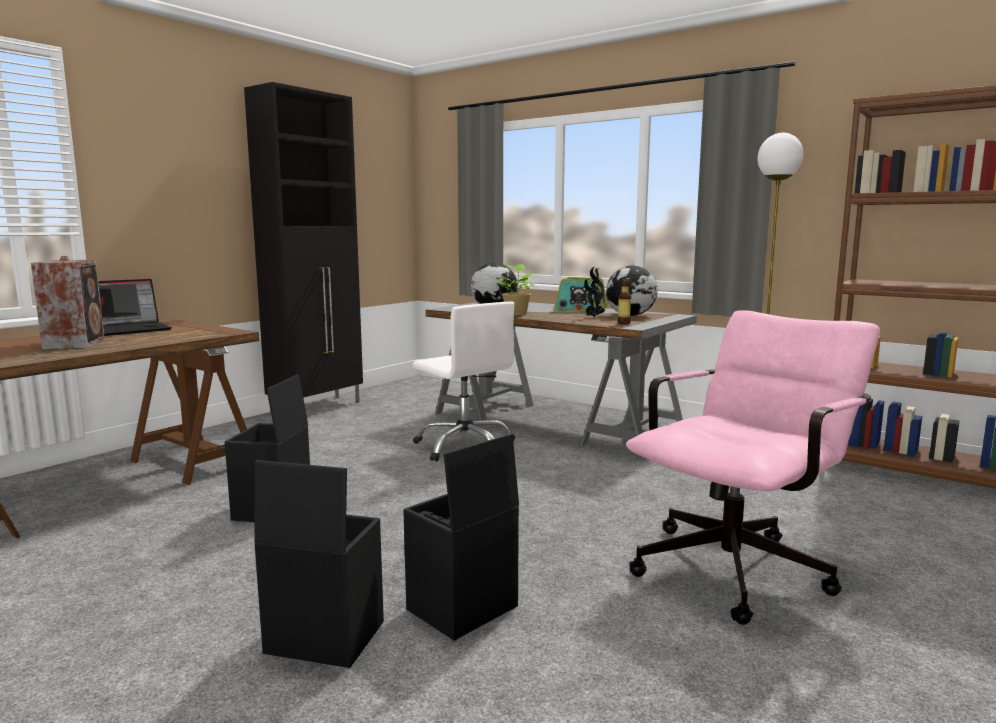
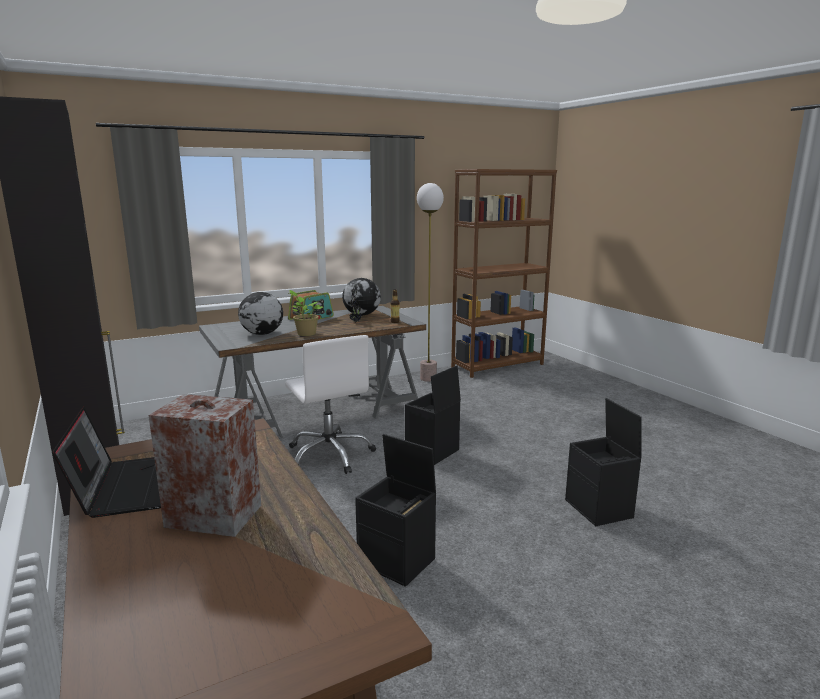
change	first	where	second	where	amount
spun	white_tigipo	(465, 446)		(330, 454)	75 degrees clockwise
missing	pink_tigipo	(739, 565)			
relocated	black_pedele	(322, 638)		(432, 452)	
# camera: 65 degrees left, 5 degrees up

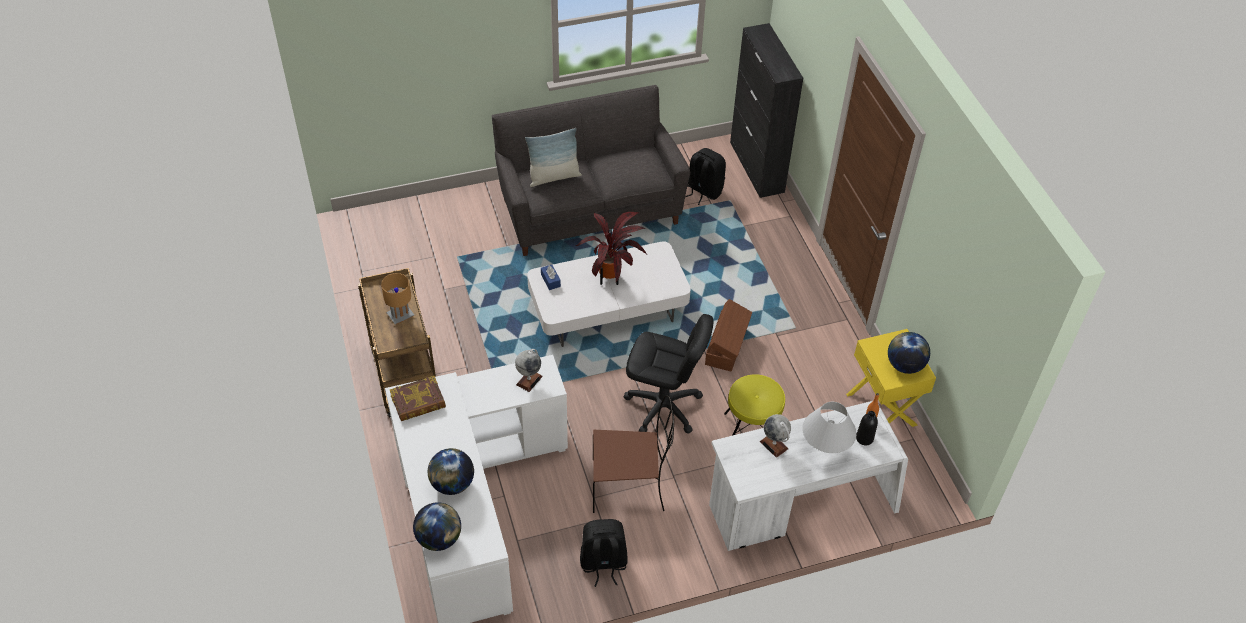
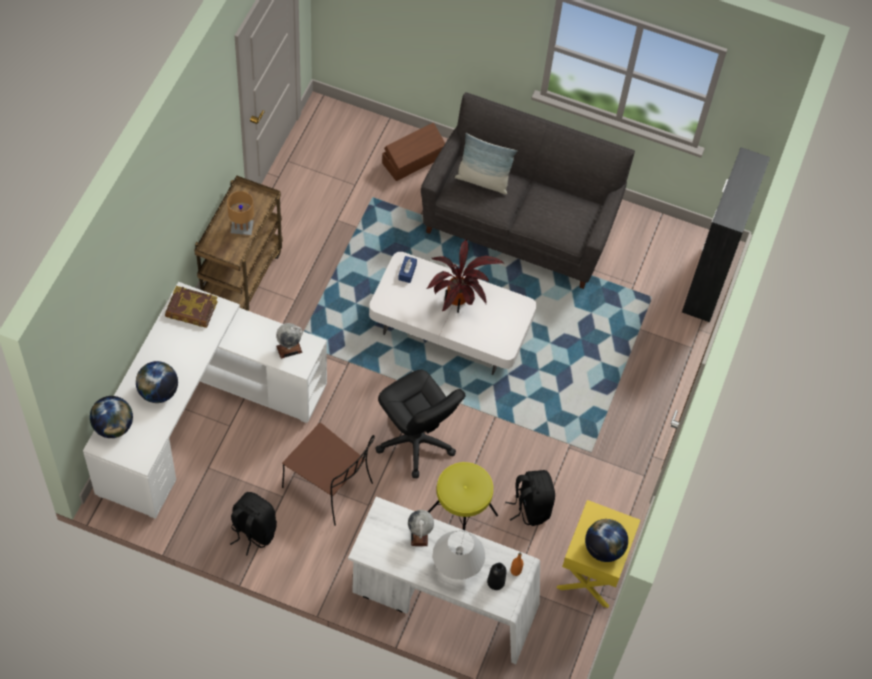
change	first	where	second	where	amount
relocated	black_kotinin	(703, 191)		(530, 507)	
relocated	brown_pedele	(726, 346)		(413, 161)	
# camera: 35 degrees right, 10 degrees up

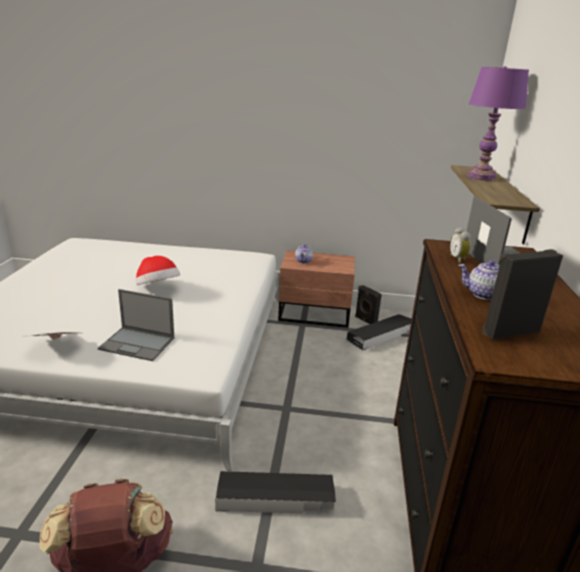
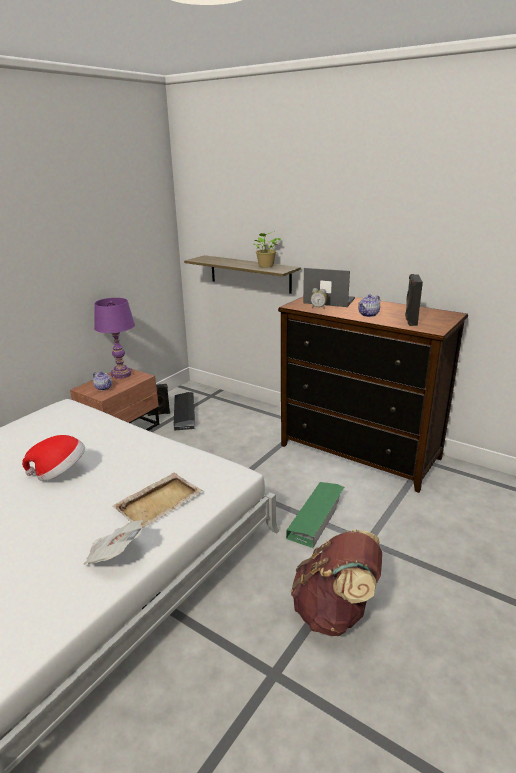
change	first	where	second	where	amount
relocated	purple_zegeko	(481, 177)		(121, 374)	
exchanged	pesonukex	(138, 344)	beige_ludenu	(159, 501)	
colour	black_pedele	(276, 498)	green_pedele	(316, 517)	
appeared			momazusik	(266, 266)	
# camera: 60 degrees left, 0 degrees up

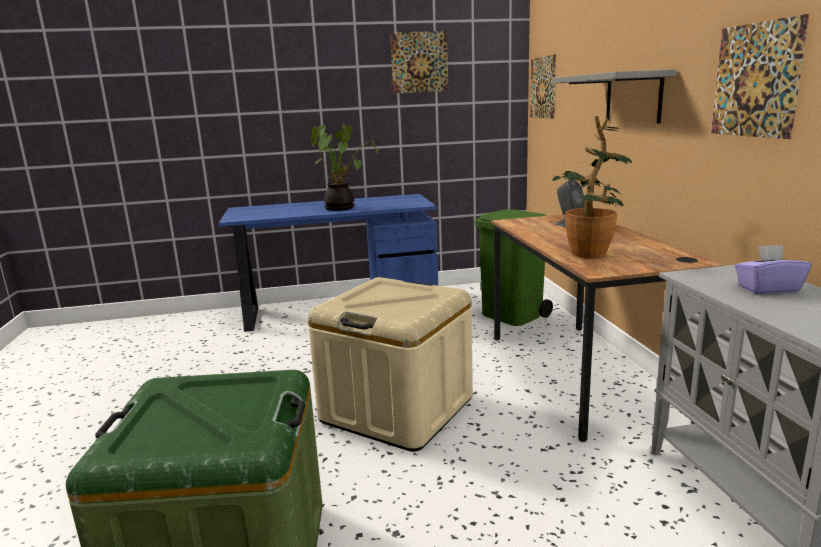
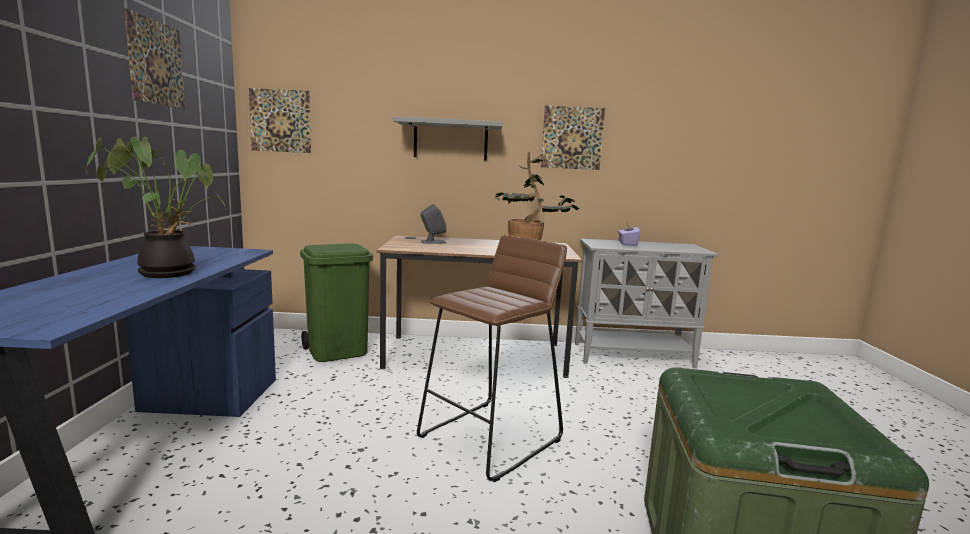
change	first	where	second	where	amount
exchanged	beige_pedele	(397, 409)	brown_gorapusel	(491, 438)	
# camera: 80 degrees left, 5 degrees down

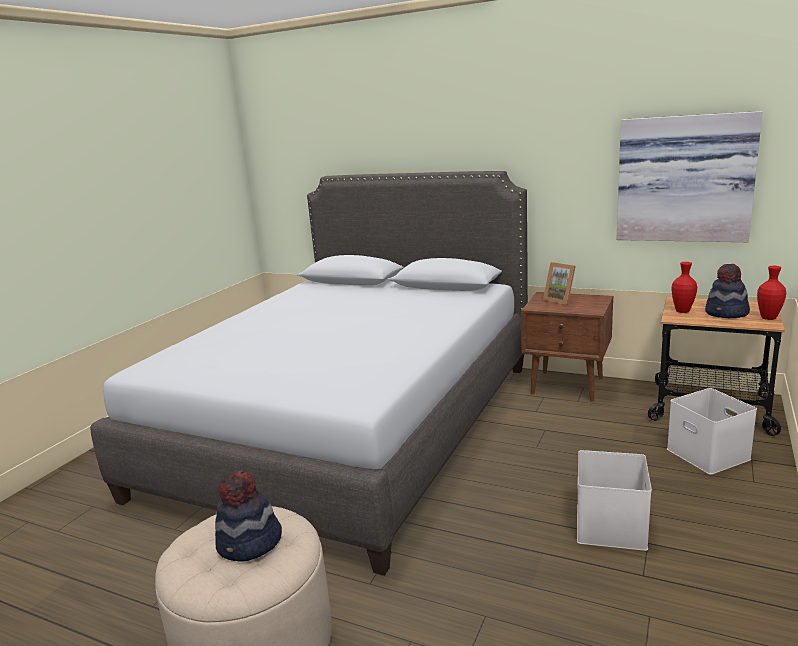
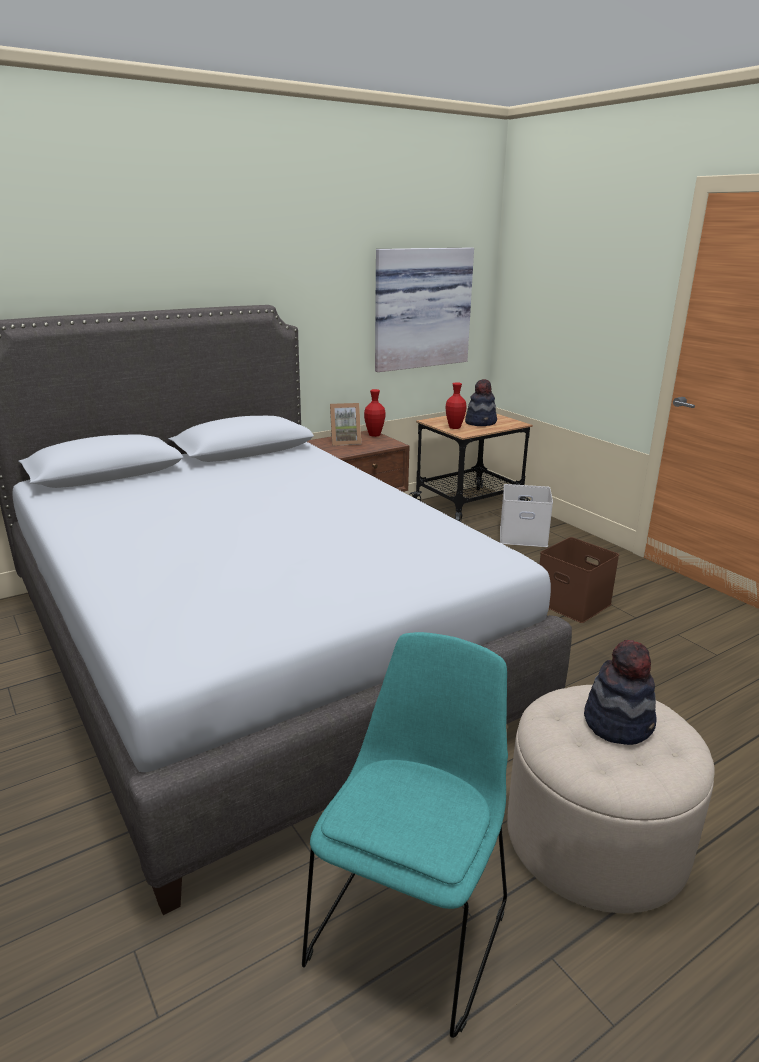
change	first	where	second	where	amount
relocated	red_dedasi	(768, 318)		(374, 435)	
colour	white_pedele	(612, 527)	brown_pedele	(574, 603)	
appeared			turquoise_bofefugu	(410, 926)	
# camera: 60 degrees left, 5 degrees up

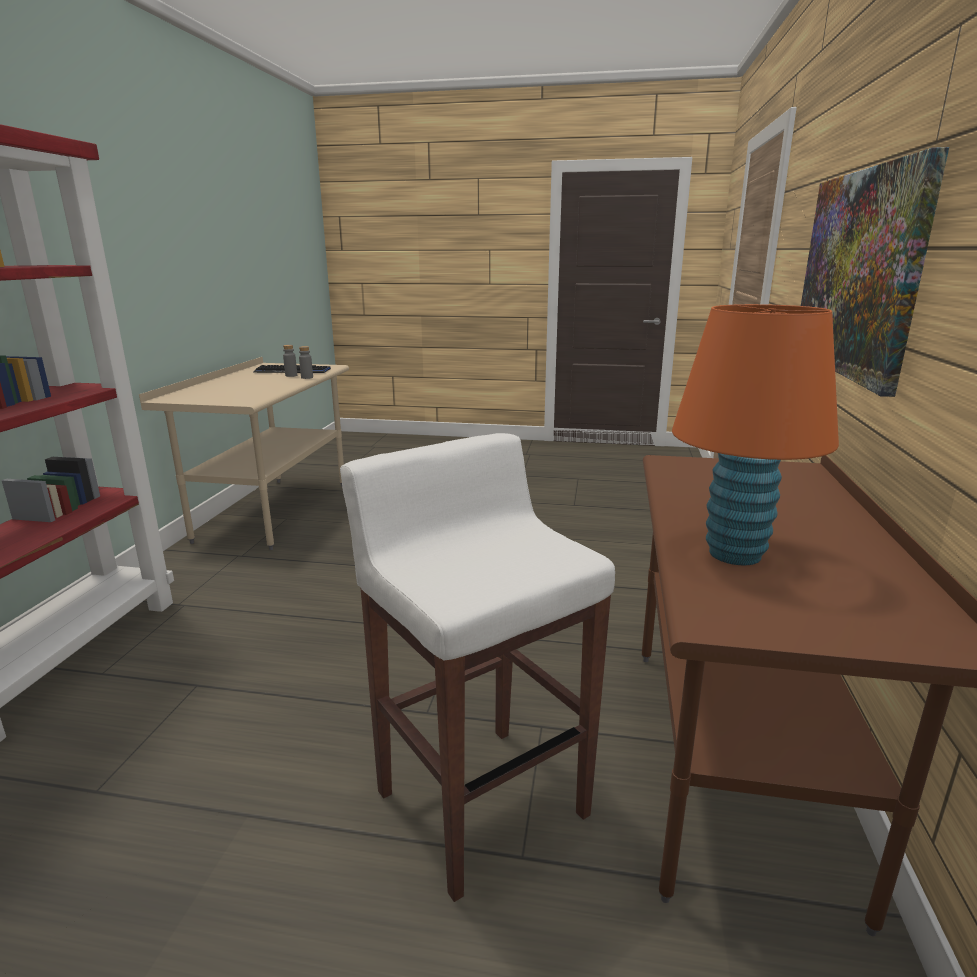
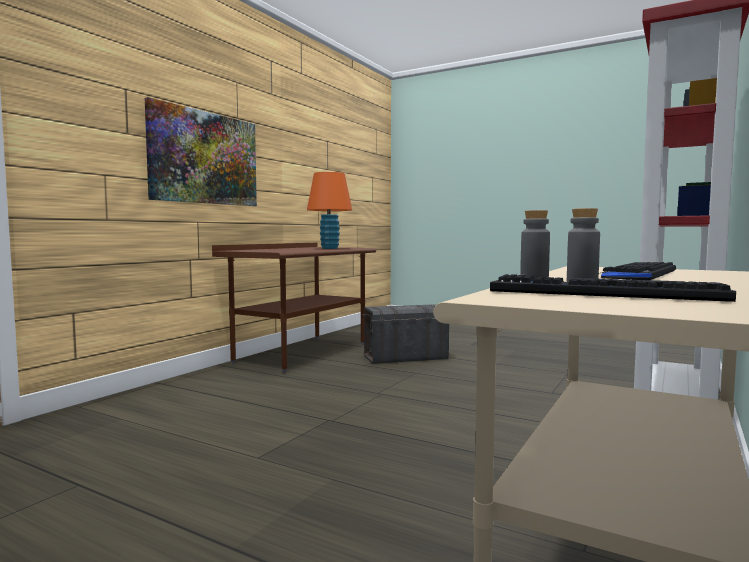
change	first	where	second	where	amount
exchanged	white_gorapusel	(480, 801)	grey_pedele	(405, 357)	
appeared			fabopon	(638, 274)	
# camera: 160 degrees left, 15 degrees down

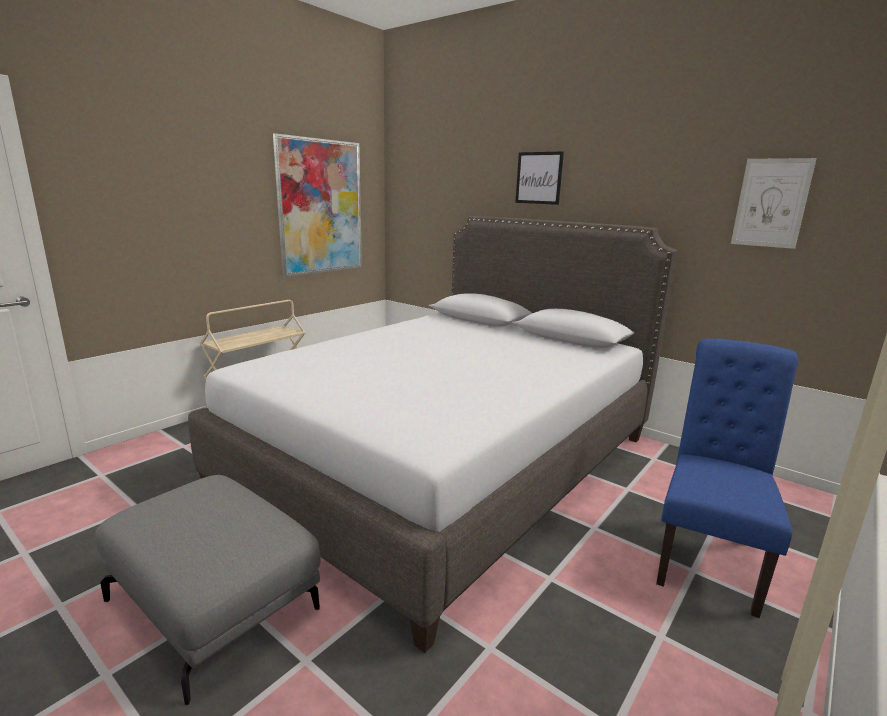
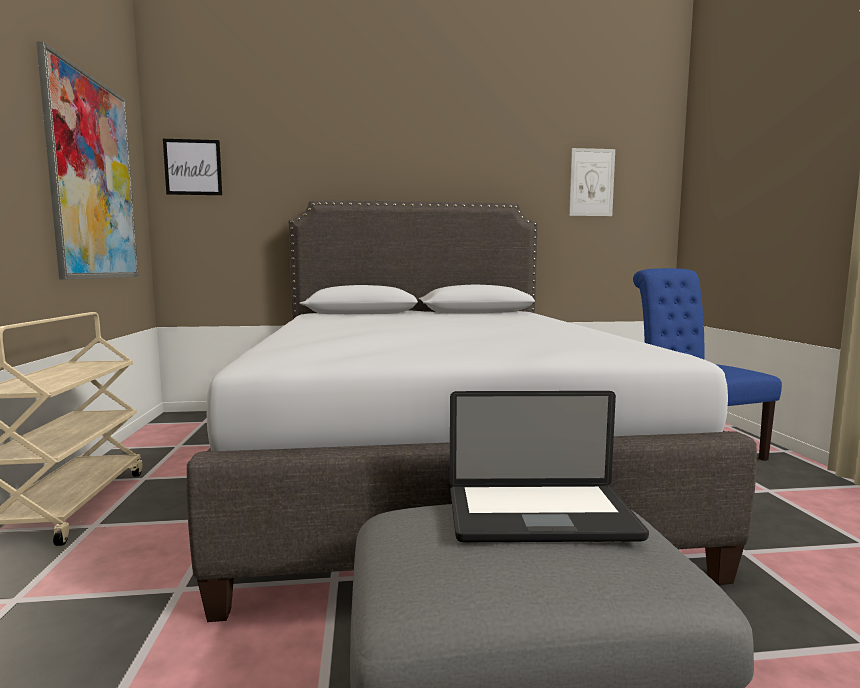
change	first	where	second	where	amount
relocated	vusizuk	(539, 178)		(193, 167)	
appeared			pesonukex	(540, 516)	
# camera: 45 degrees left, 10 degrees down

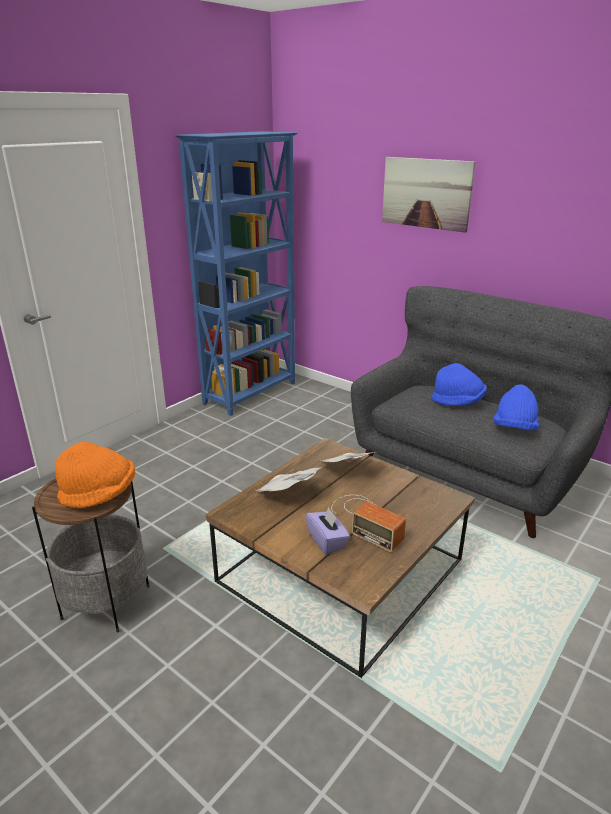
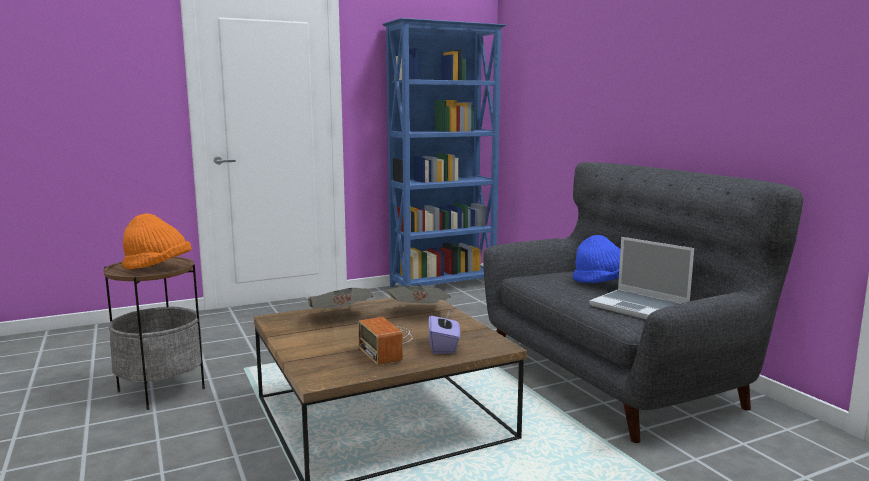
change	first	where	second	where	amount
missing	vusizuk	(426, 193)			
exchanged	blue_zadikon	(514, 429)	pesonukex	(640, 307)	
relocated	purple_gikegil	(327, 541)		(444, 347)	
# camera: 25 degrees right, 15 degrees down

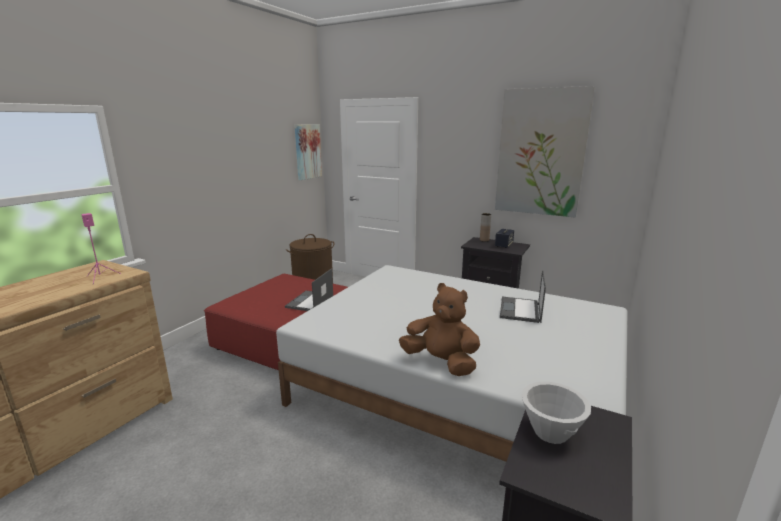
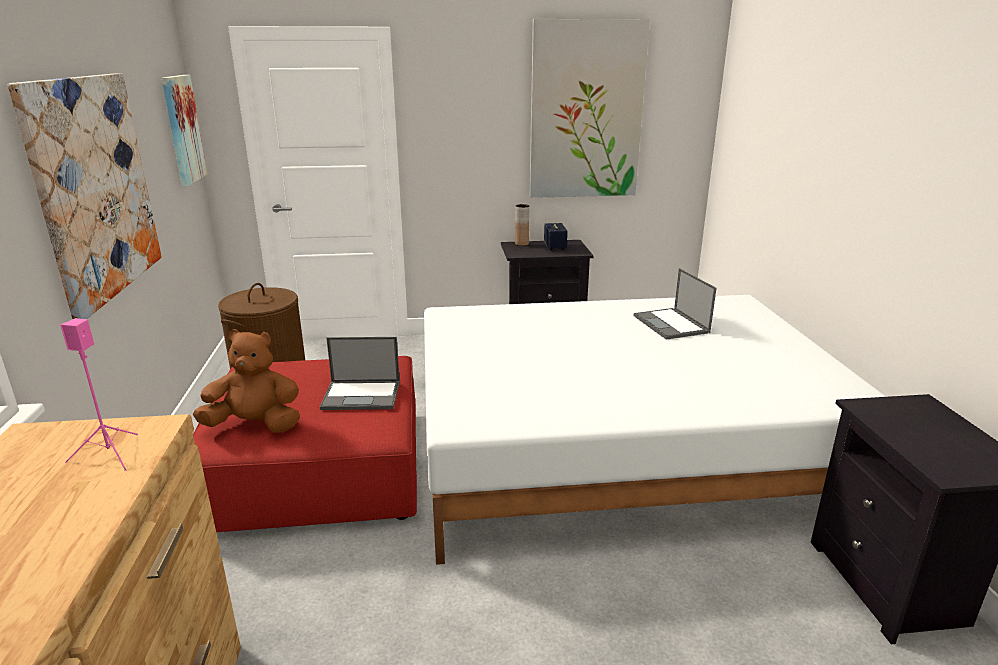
change	first	where	second	where	amount
spun	pesonukex	(309, 302)		(362, 395)	75 degrees counterclockwise
relocated	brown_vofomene	(441, 362)		(255, 425)	
missing	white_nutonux	(551, 432)			
appeared			vusizuk	(95, 188)	
# camera: 35 degrees left, 5 degrees up

